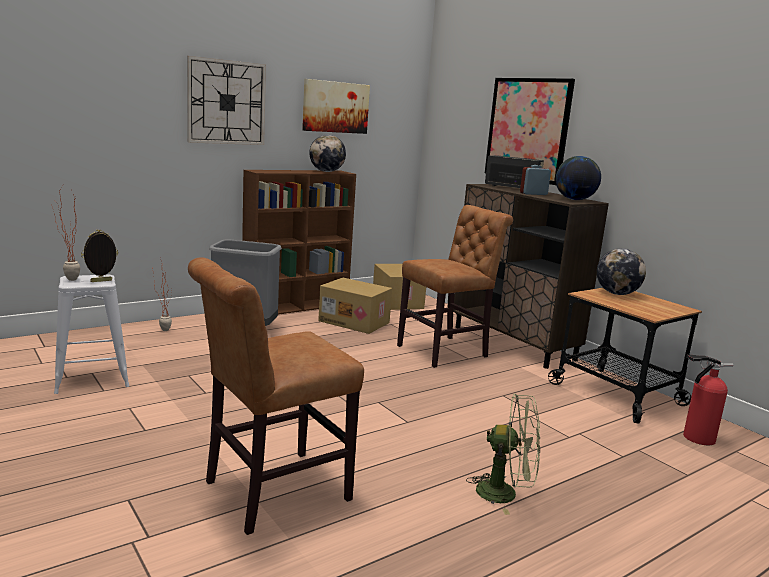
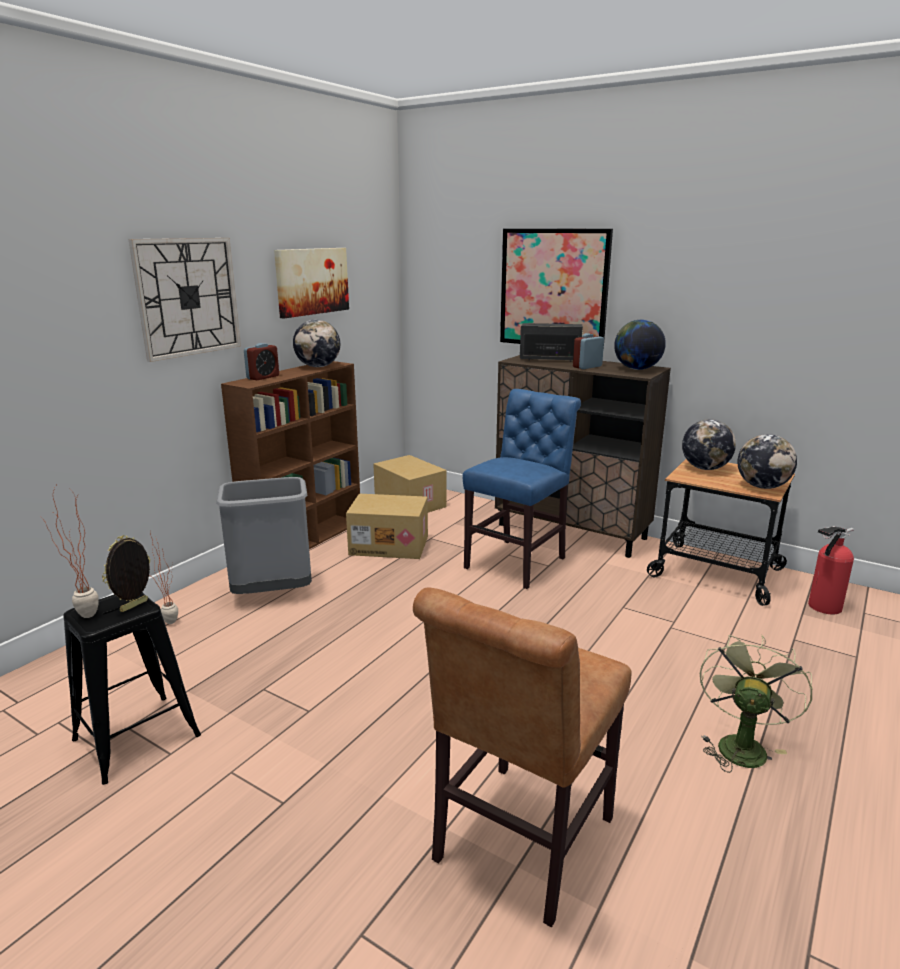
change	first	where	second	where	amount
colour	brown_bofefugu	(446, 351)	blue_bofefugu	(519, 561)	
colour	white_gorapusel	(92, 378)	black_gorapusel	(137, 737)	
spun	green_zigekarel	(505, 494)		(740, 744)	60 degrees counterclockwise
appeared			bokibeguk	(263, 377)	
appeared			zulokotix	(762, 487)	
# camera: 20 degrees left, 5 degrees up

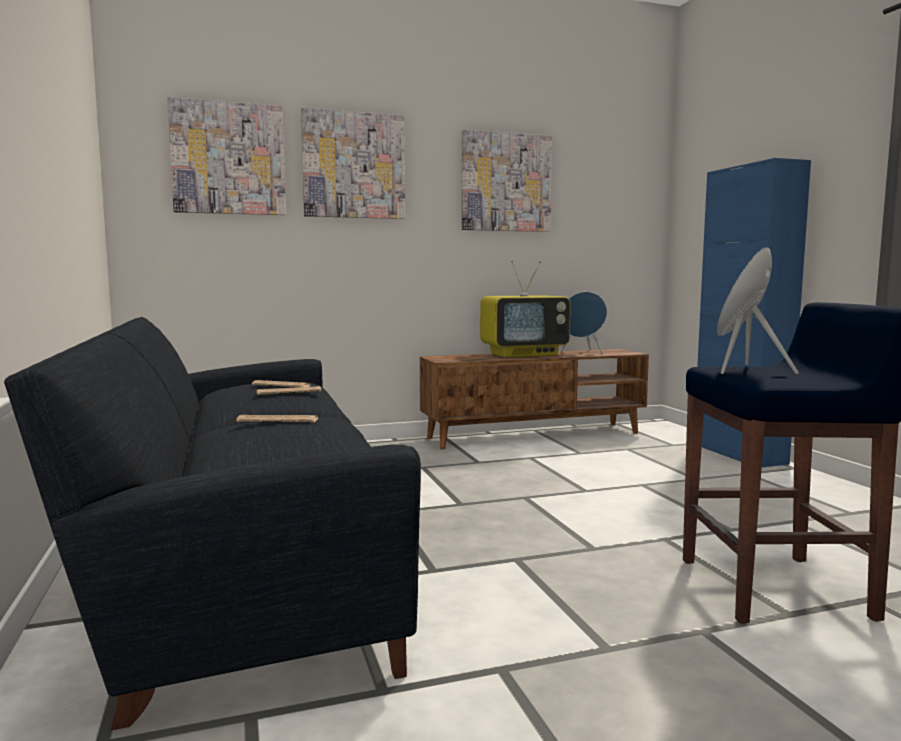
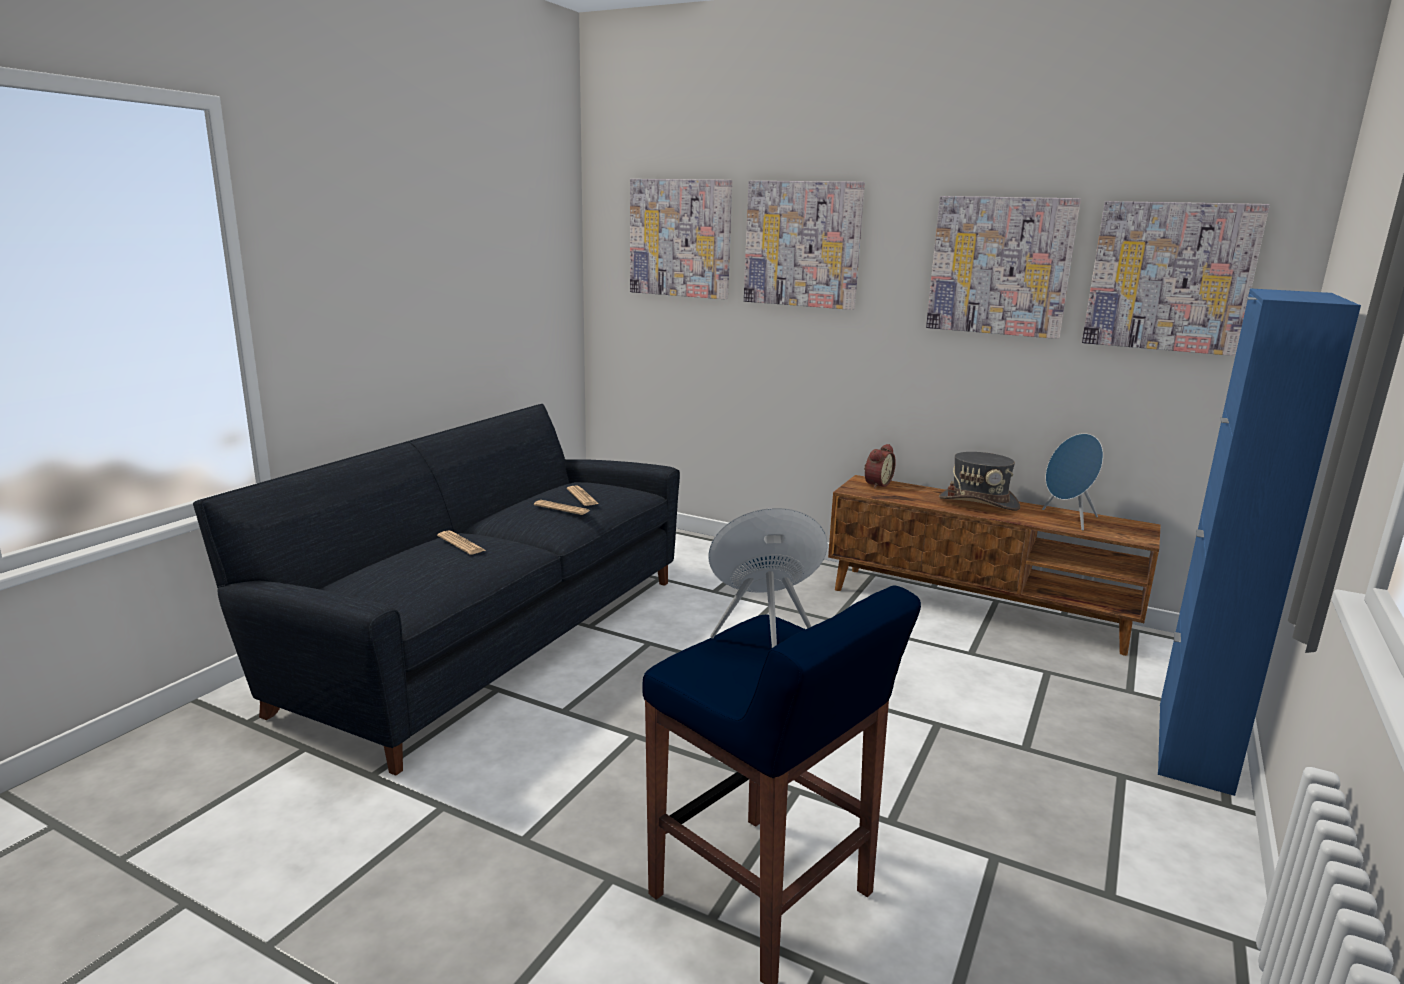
change	first	where	second	where	amount
exchanged	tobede	(524, 354)	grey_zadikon	(978, 502)	
appeared			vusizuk	(1170, 277)	
appeared			bokibeguk	(876, 484)	
# camera: 45 degrees right, 10 degrees up

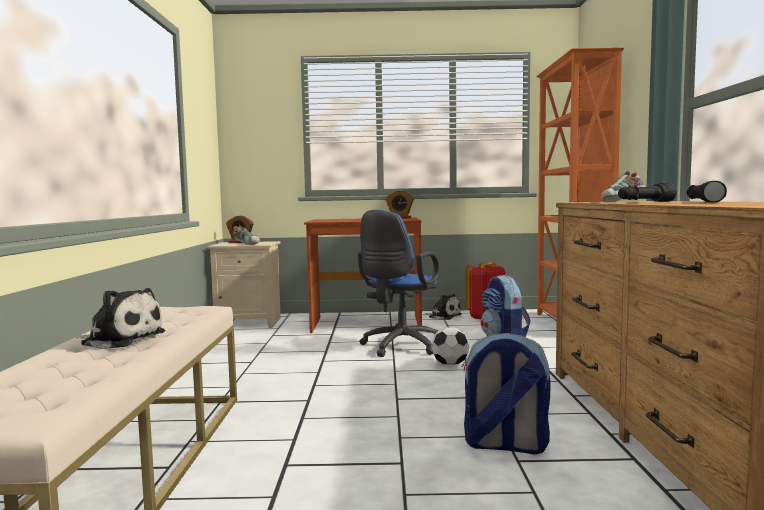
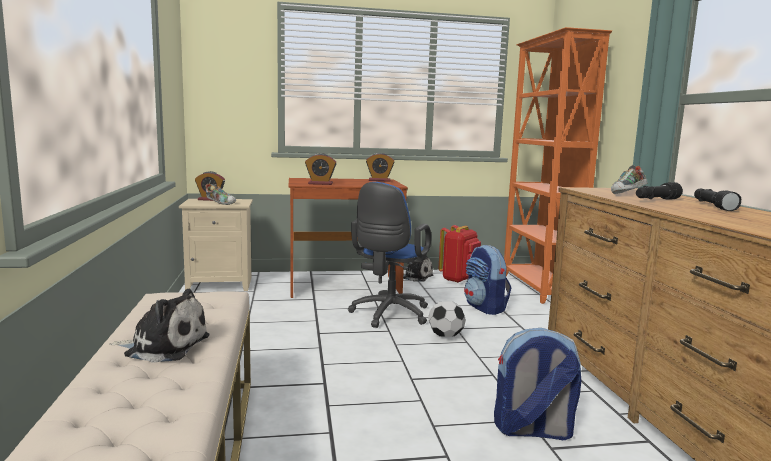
change	first	where	second	where	amount
appeared			bokibeguk	(320, 183)	
# camera: 10 degrees left, 5 degrees up

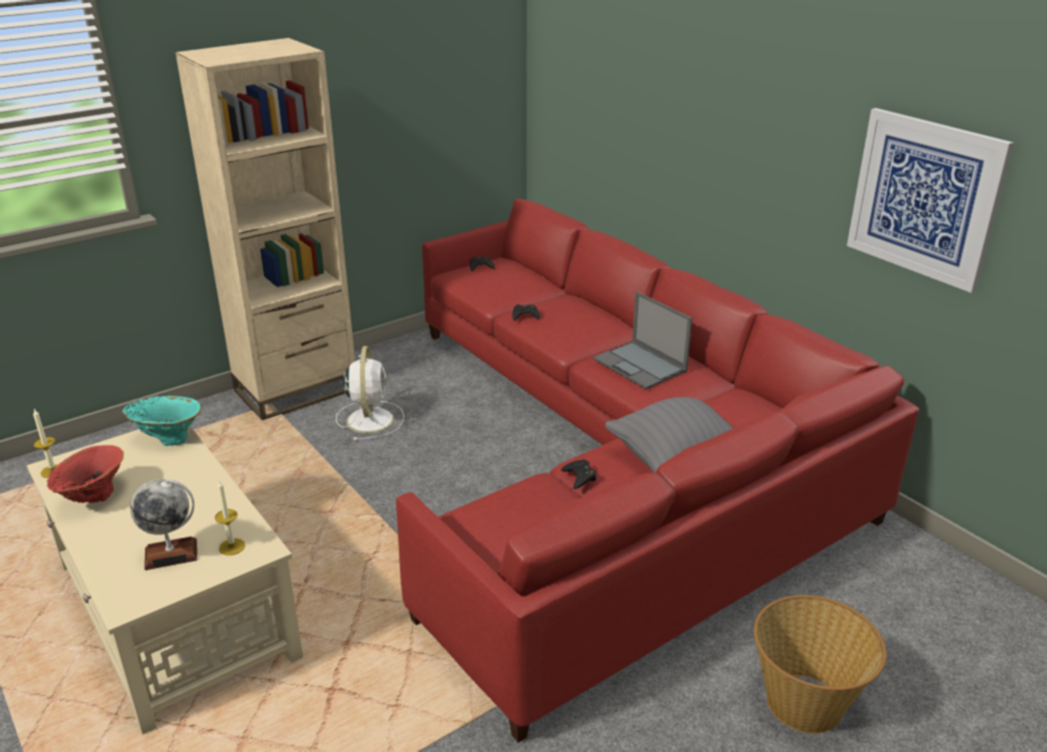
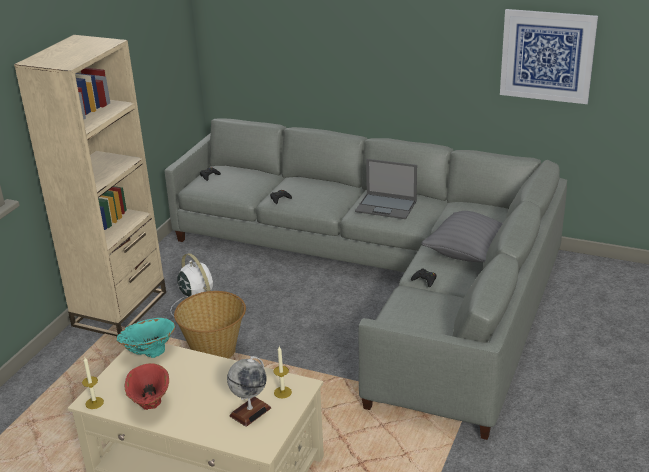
change	first	where	second	where	amount
colour	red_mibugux	(615, 465)	grey_mibugux	(386, 278)	
relocated	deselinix	(806, 702)		(215, 351)	
# camera: 30 degrees left, 0 degrees up

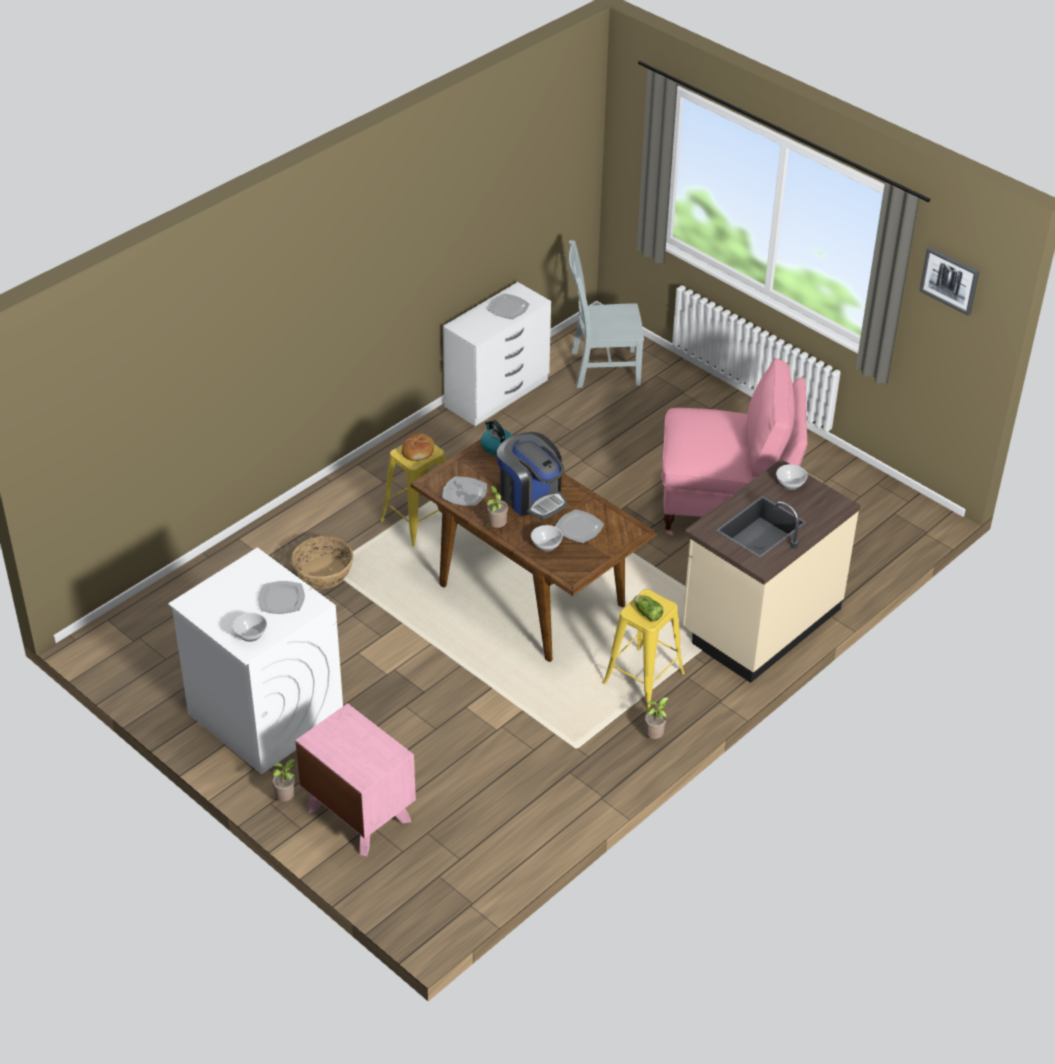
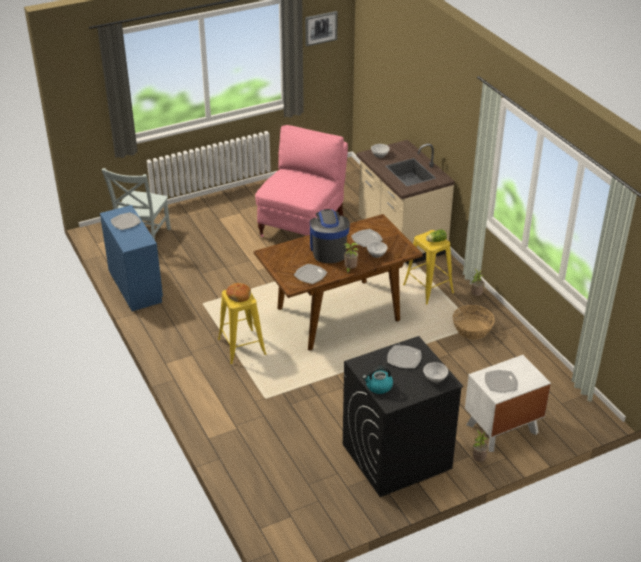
change	first	where	second	where	amount
colour	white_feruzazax	(498, 393)	blue_feruzazax	(136, 285)	
relocated	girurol	(496, 446)		(378, 386)	
spun	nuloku	(531, 497)		(328, 250)	75 degrees counterclockwise
relocated	deselinix	(323, 572)		(472, 329)	
colour	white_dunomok	(264, 714)	black_dunomok	(396, 457)	
colour	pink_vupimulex	(358, 814)	white_vupimulex	(501, 428)	
appeared			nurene	(501, 382)	
# camera: 70 degrees left, 5 degrees down

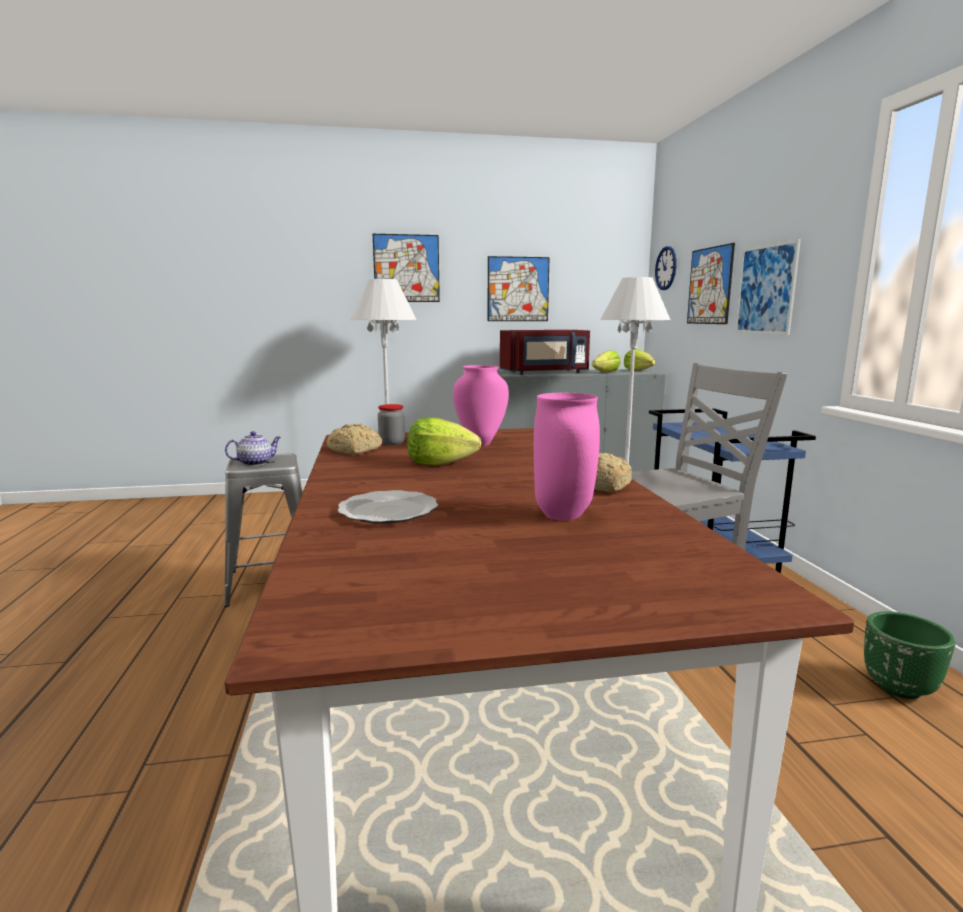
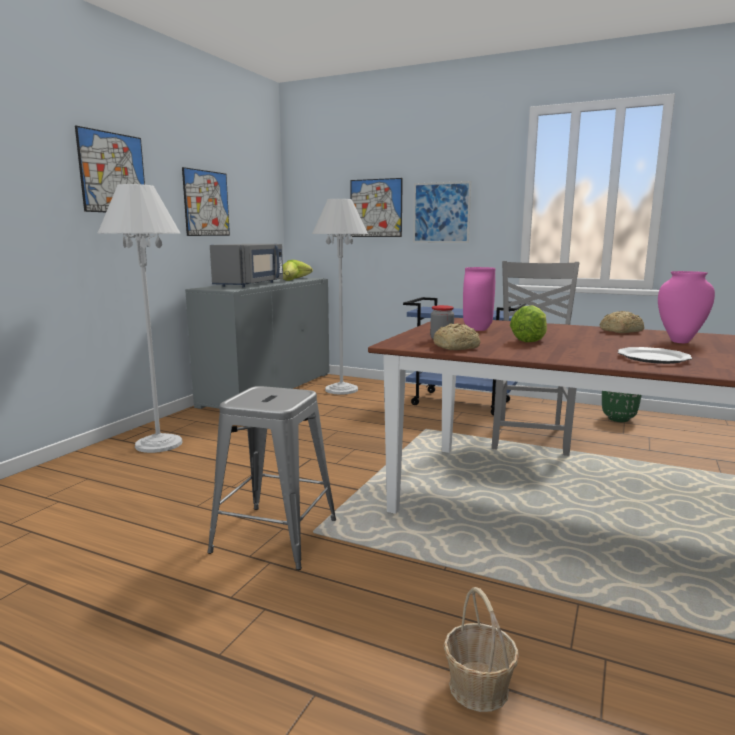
change	first	where	second	where	amount
missing	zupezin	(666, 268)			
colour	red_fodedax	(545, 372)	grey_fodedax	(251, 284)	
missing	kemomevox	(256, 463)			
appeared			deselinix	(478, 688)	
# camera: 55 degrees left, 0 degrees up

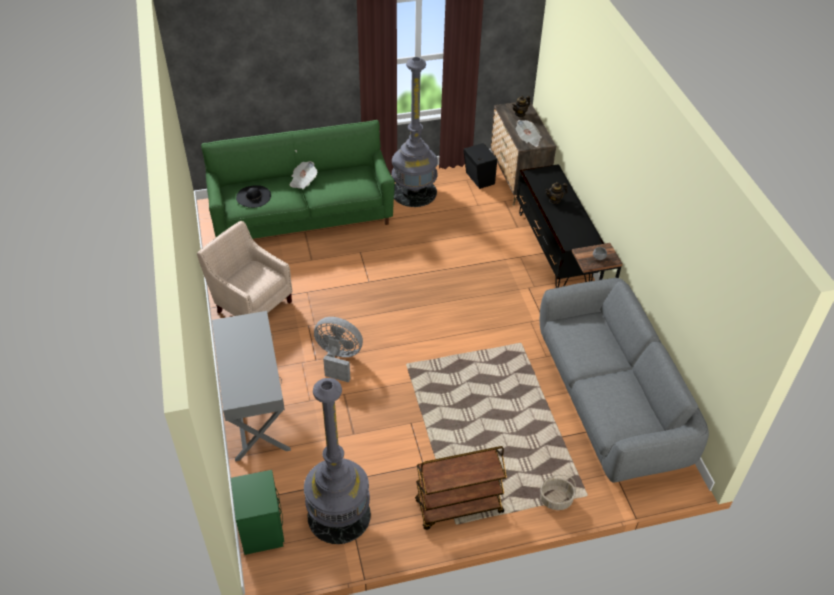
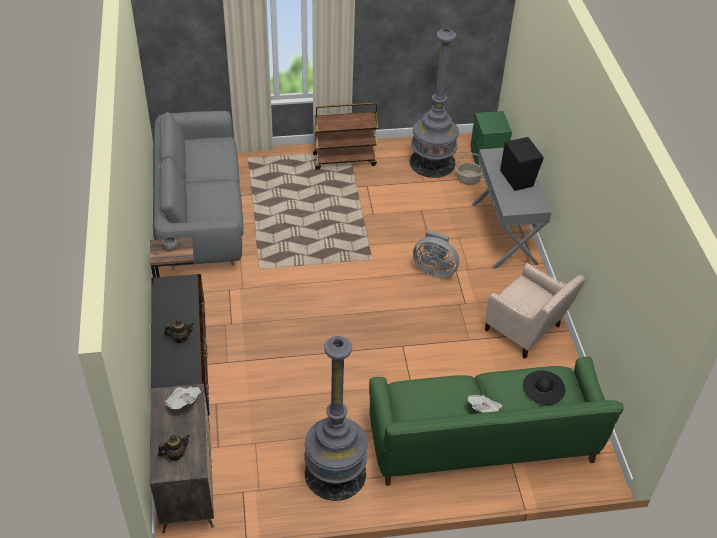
change	first	where	second	where	amount
relocated	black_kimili	(479, 179)		(517, 177)	
relocated	deselinix	(555, 500)		(468, 179)	
# camera: 175 degrees left, 0 degrees up

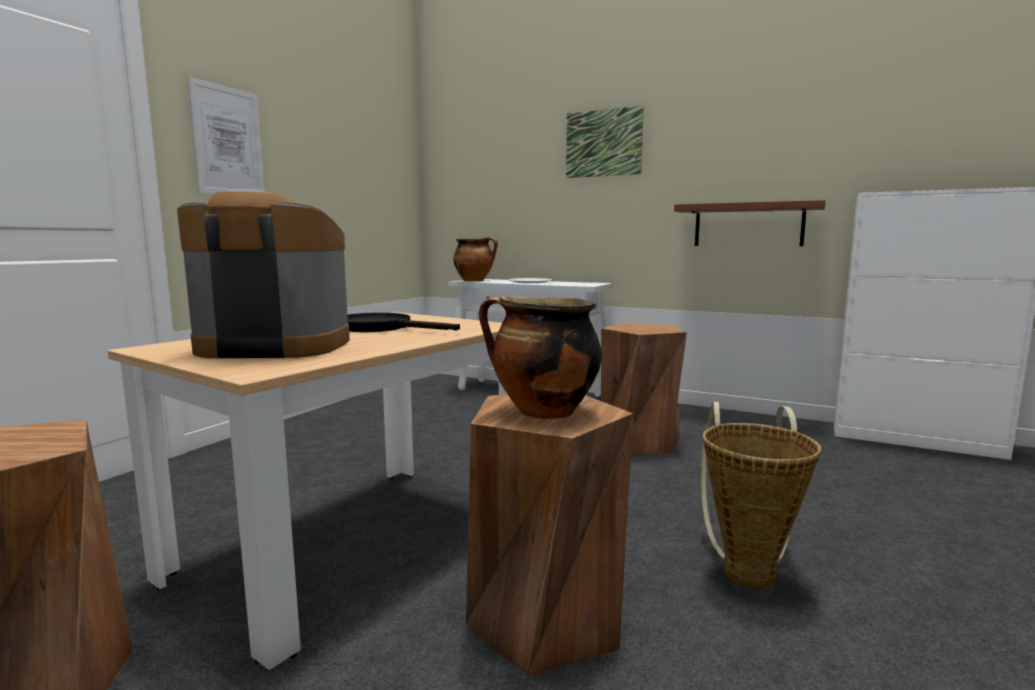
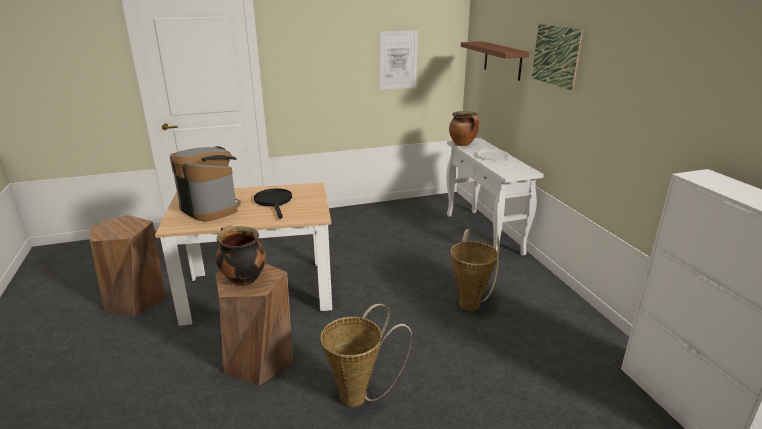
change	first	where	second	where	amount
relocated	vusizuk	(227, 141)		(397, 60)	
relocated	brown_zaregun	(748, 225)		(502, 60)	
exchanged	brown_gorapusel	(640, 441)	deselinix	(471, 302)	
# camera: 45 degrees right, 15 degrees up

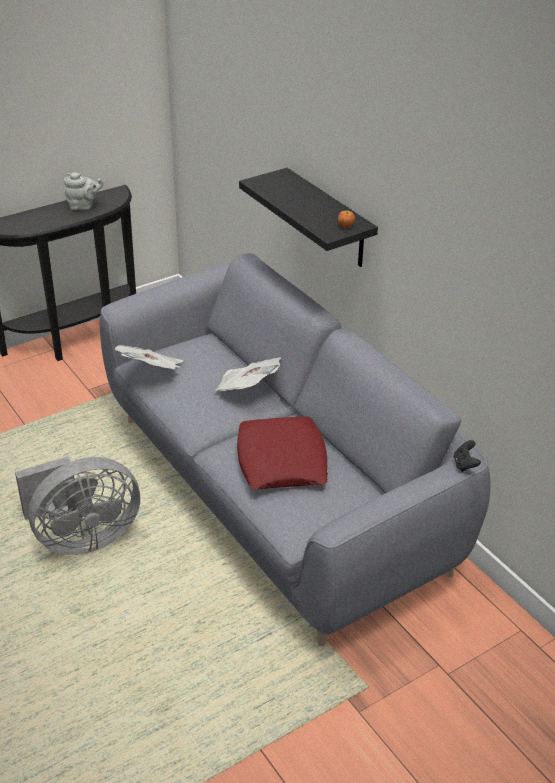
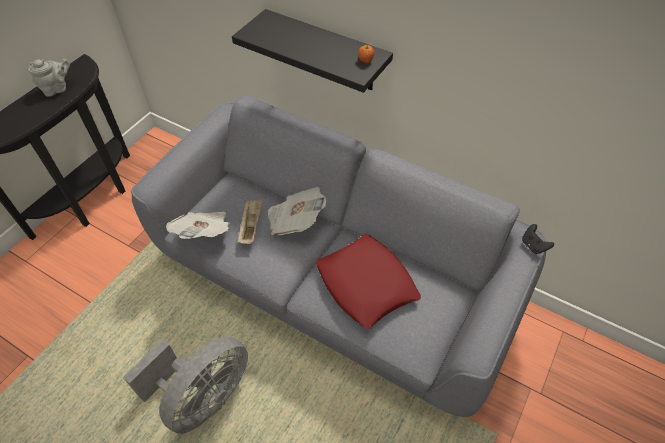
change	first	where	second	where	amount
appeared			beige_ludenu	(251, 226)	
# camera: 25 degrees left, 15 degrees up

